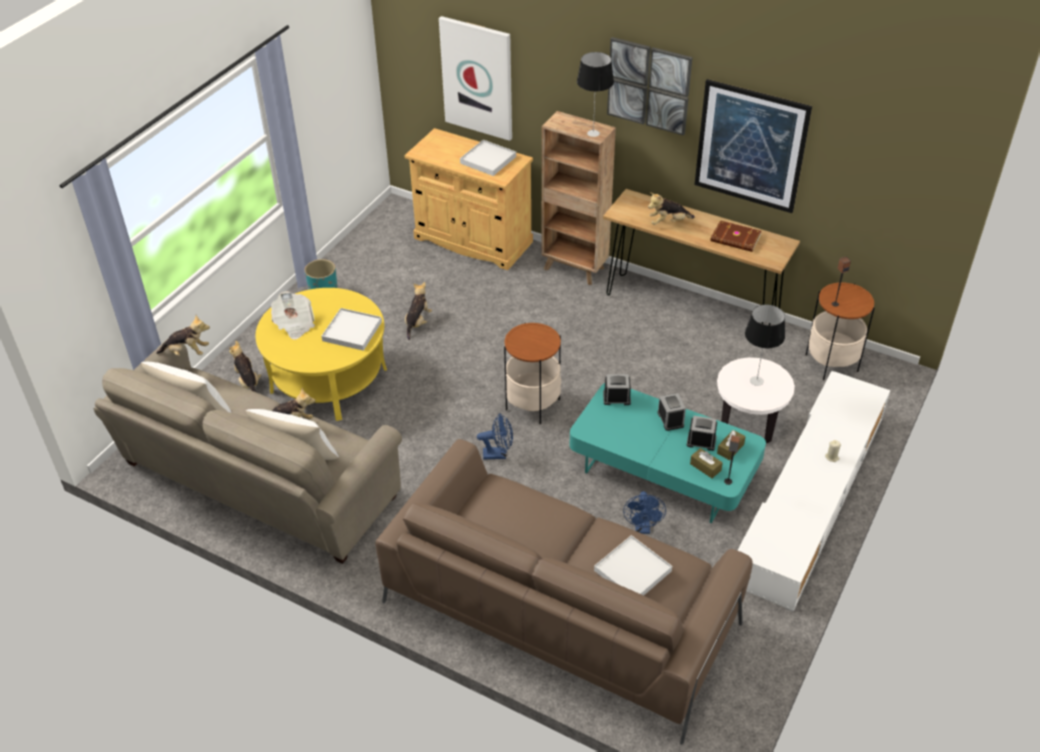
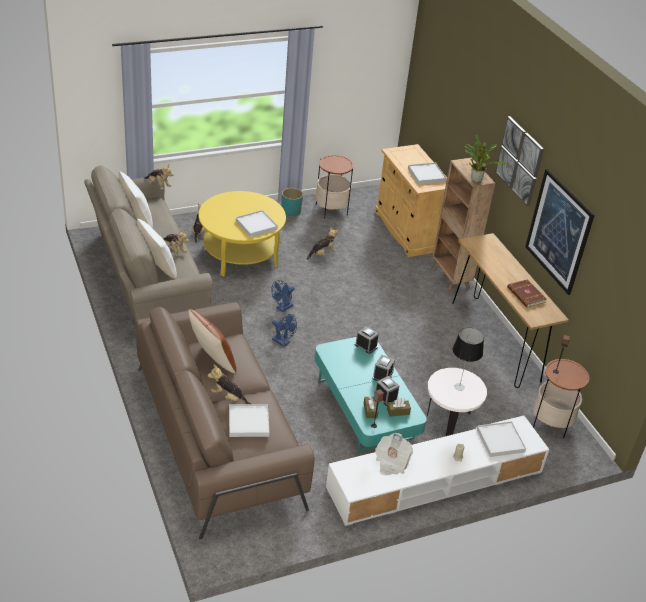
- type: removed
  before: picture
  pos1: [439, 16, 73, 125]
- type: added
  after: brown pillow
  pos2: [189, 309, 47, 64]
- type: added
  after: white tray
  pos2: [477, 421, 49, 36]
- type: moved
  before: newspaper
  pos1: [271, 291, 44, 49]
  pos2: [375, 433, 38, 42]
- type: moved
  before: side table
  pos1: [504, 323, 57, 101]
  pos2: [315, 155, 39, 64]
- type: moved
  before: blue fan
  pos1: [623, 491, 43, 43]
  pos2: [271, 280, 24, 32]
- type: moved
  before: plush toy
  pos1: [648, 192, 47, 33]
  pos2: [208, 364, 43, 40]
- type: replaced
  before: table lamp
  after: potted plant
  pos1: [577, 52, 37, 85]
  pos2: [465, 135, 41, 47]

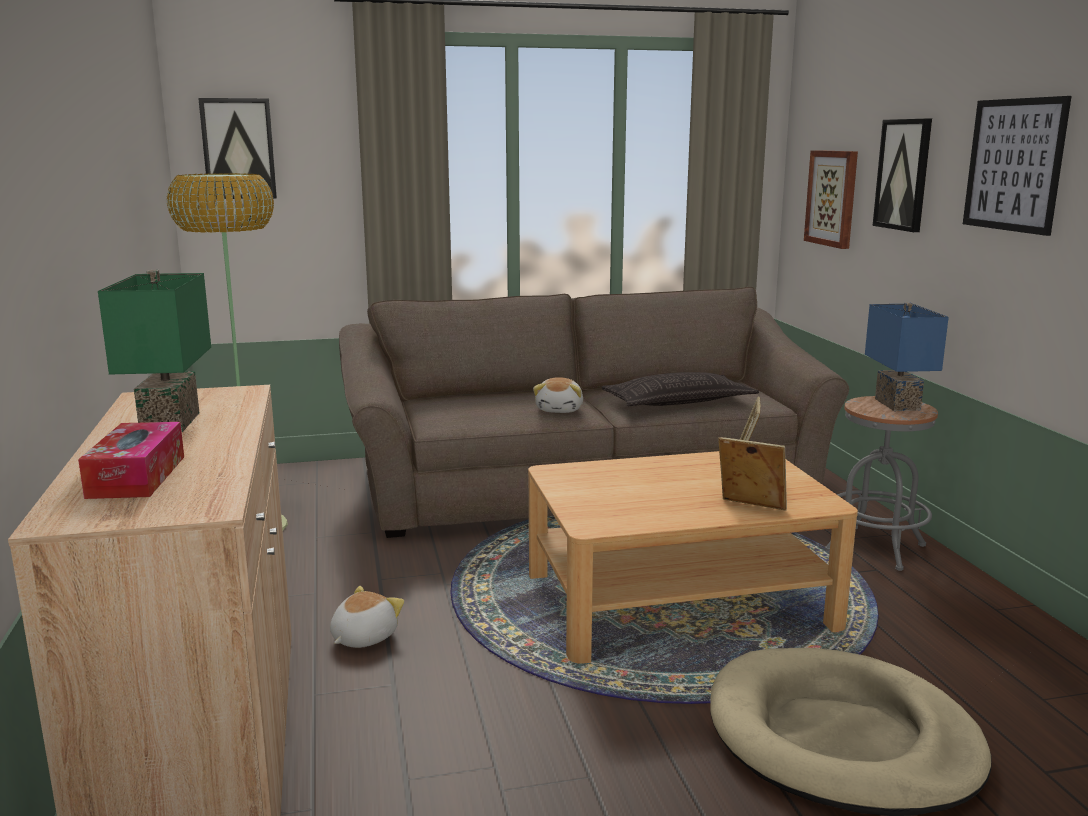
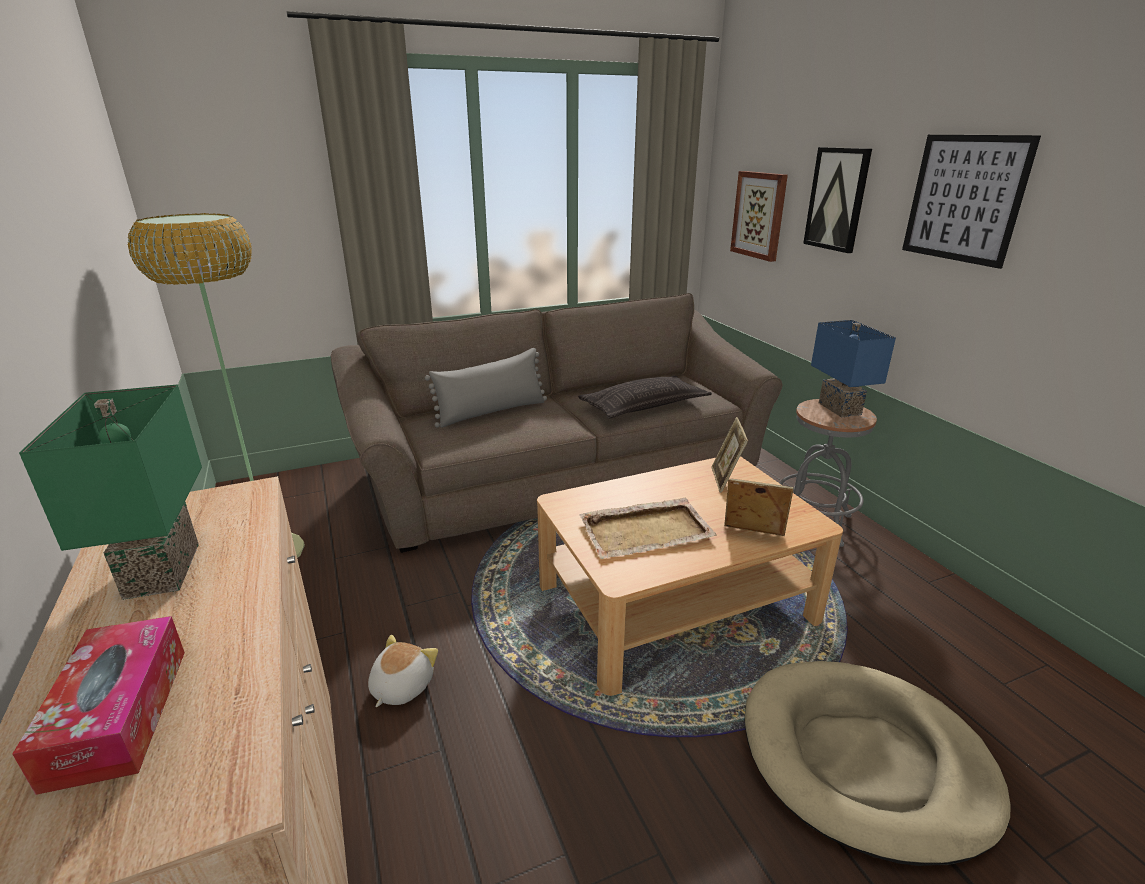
- type: removed
  before: picture
  pos1: [198, 98, 79, 101]
- type: removed
  before: plush toy
  pos1: [533, 377, 50, 36]
- type: added
  after: grey pillow
  pos2: [425, 348, 122, 80]
- type: added
  after: beige tray
  pos2: [579, 498, 138, 61]

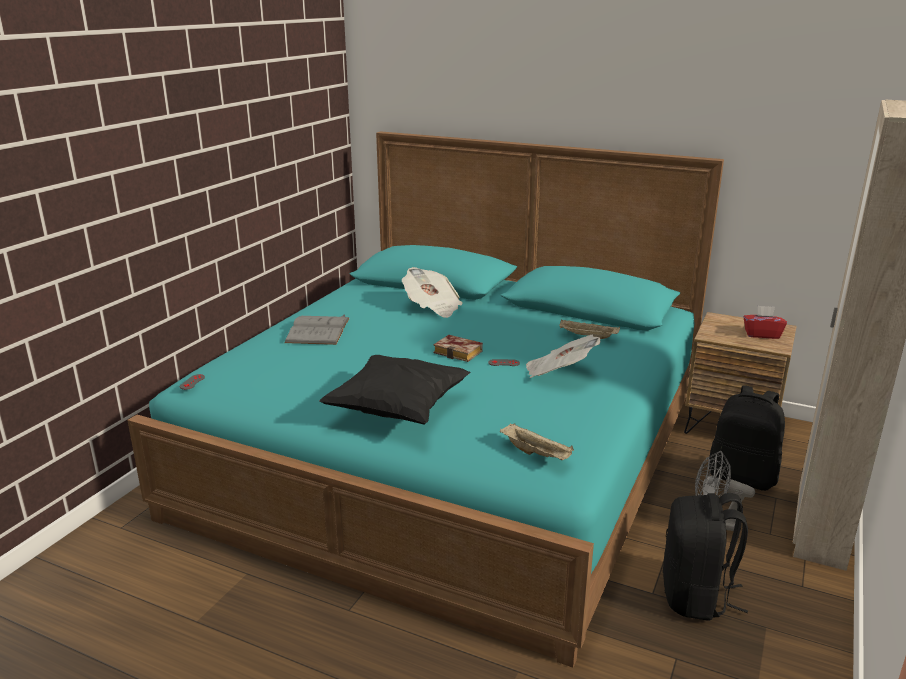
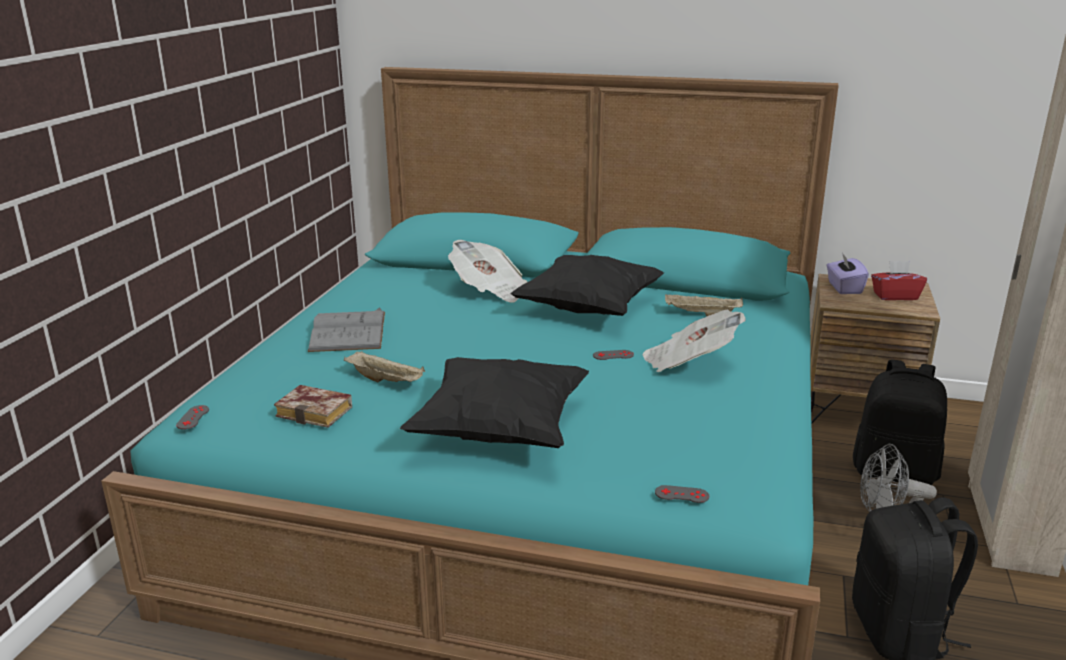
- type: added
  after: black pillow
  pos2: [510, 255, 154, 61]
- type: added
  after: grey game controller
  pos2: [655, 485, 54, 18]
- type: added
  after: purple tissue box
  pos2: [827, 253, 42, 41]
- type: moved
  before: book
  pos1: [433, 335, 50, 27]
  pos2: [274, 385, 78, 43]
- type: moved
  before: beige tray
  pos1: [500, 424, 74, 36]
  pos2: [344, 351, 81, 31]

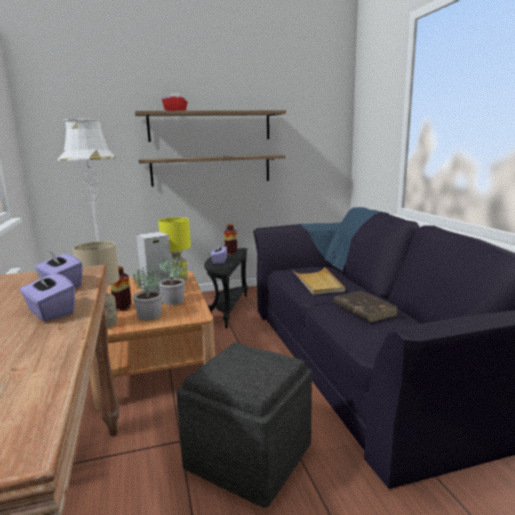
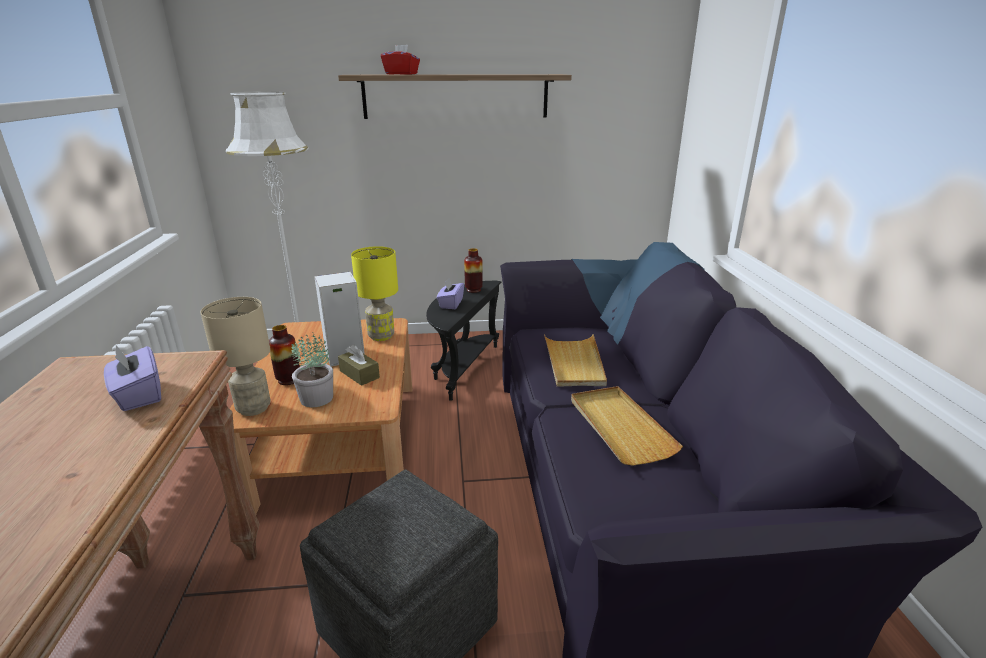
- type: removed
  before: purple tissue box
  pos1: [19, 269, 56, 52]
- type: removed
  before: shelf
  pos1: [139, 155, 147, 32]
- type: replaced
  before: potted plant
  after: brown tissue box
  pos1: [158, 256, 27, 49]
  pos2: [338, 344, 42, 42]
- type: replaced
  before: brown book
  after: beige tray
  pos1: [333, 291, 64, 31]
  pos2: [571, 386, 112, 80]

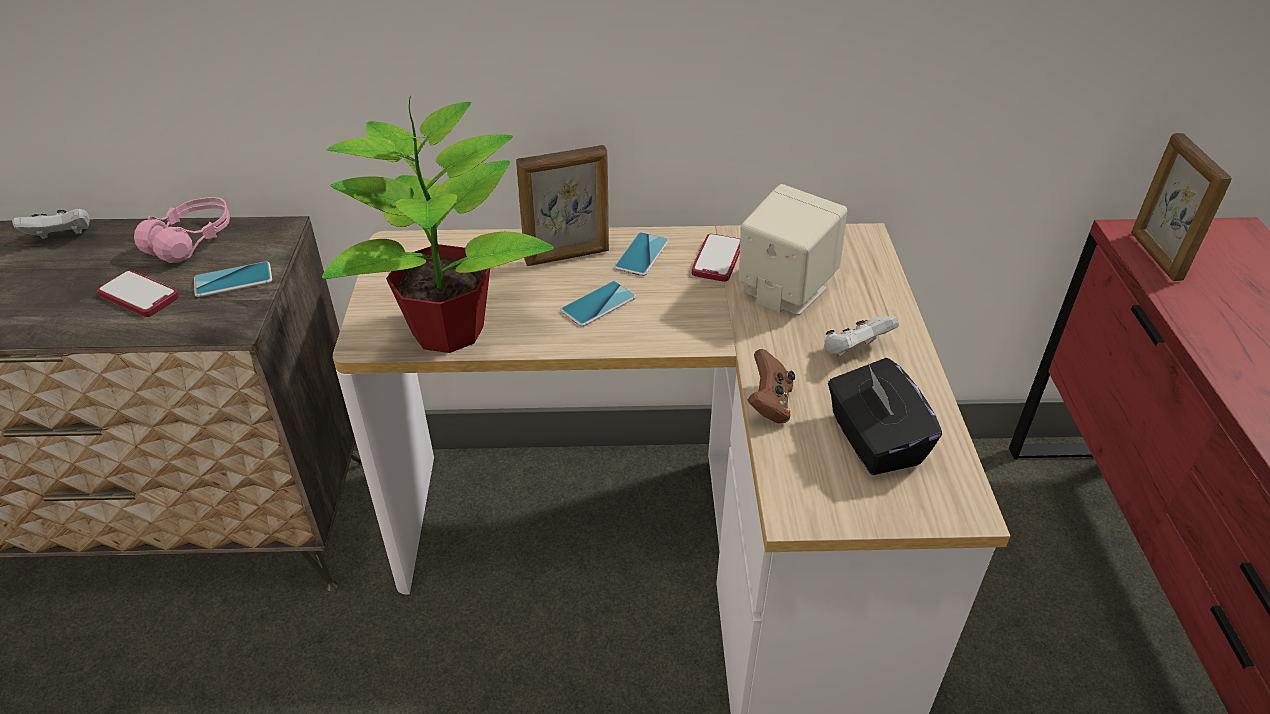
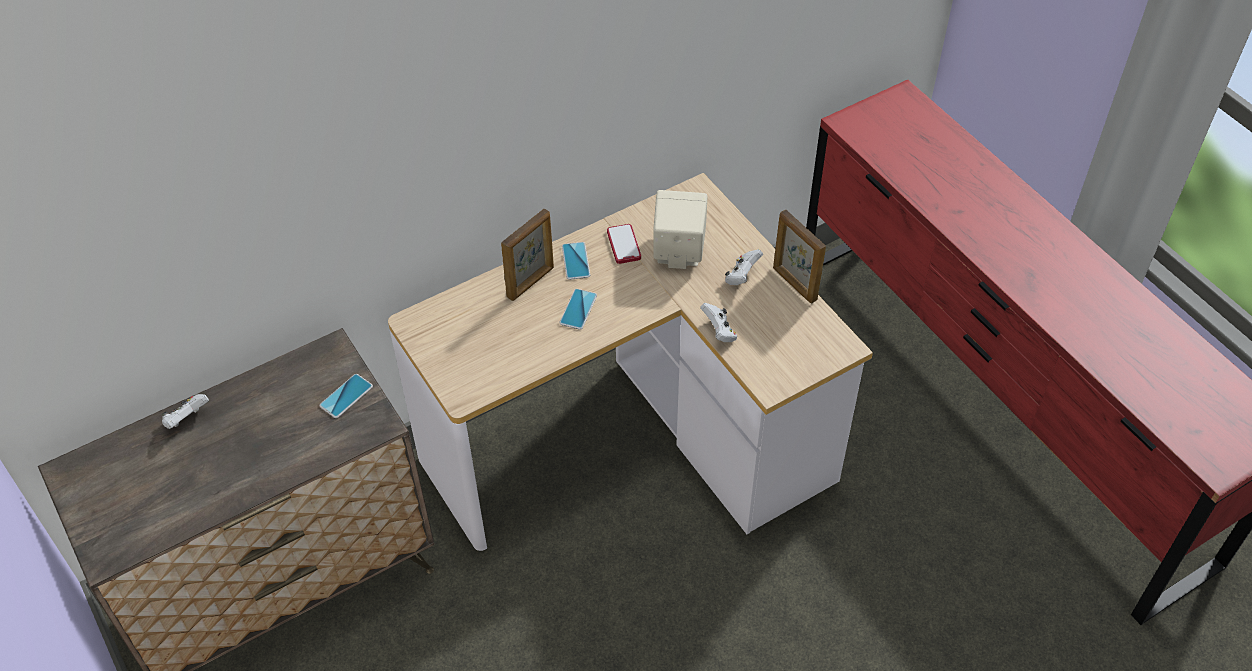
- type: removed
  before: phone
  pos1: [97, 270, 82, 47]
- type: removed
  before: pink headphones
  pos1: [134, 197, 96, 66]
- type: removed
  before: potted plant
  pos1: [322, 95, 232, 258]
- type: removed
  before: black tissue box
  pos1: [828, 358, 114, 117]
- type: moved
  before: picture frame
  pos1: [1131, 133, 101, 148]
  pos2: [773, 209, 53, 95]
- type: recoloured
  before: brown game controller
  after: white game controller
  pos1: [748, 349, 47, 75]
  pos2: [700, 303, 37, 39]

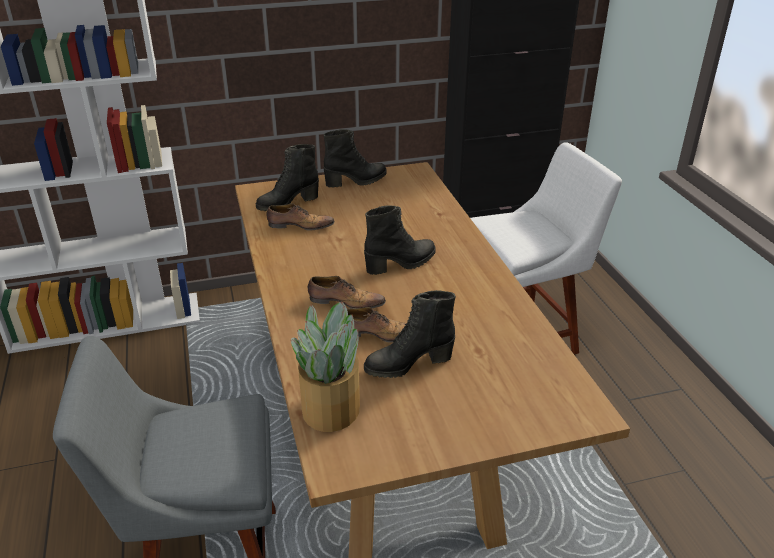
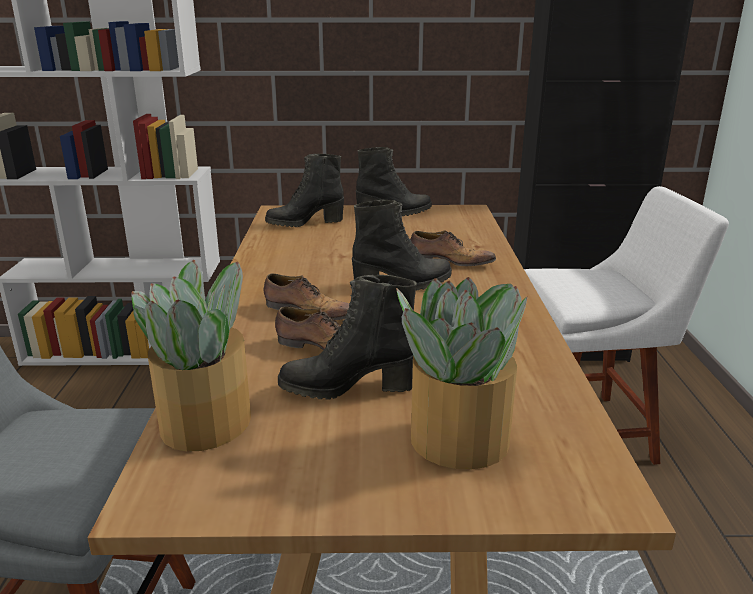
- type: added
  after: potted plant
  pos2: [396, 277, 132, 192]
- type: moved
  before: shoe
  pos1: [266, 203, 68, 27]
  pos2: [410, 230, 86, 36]

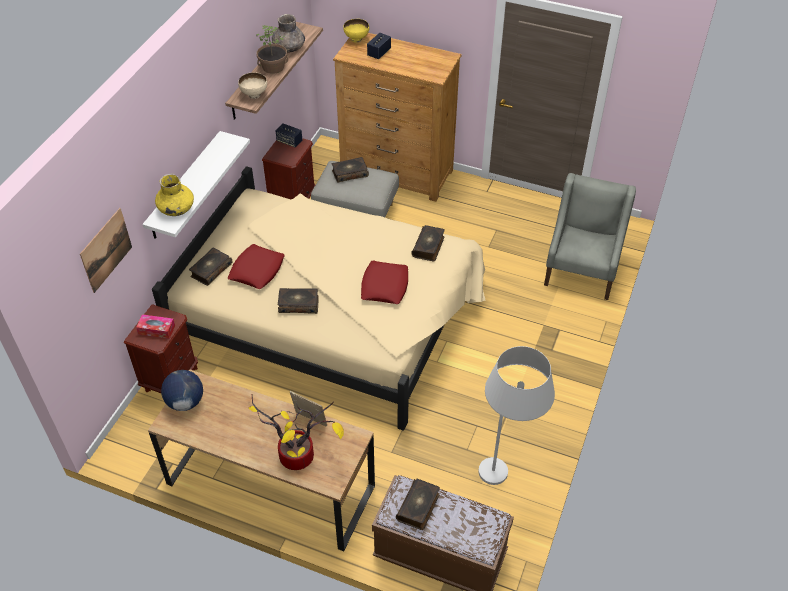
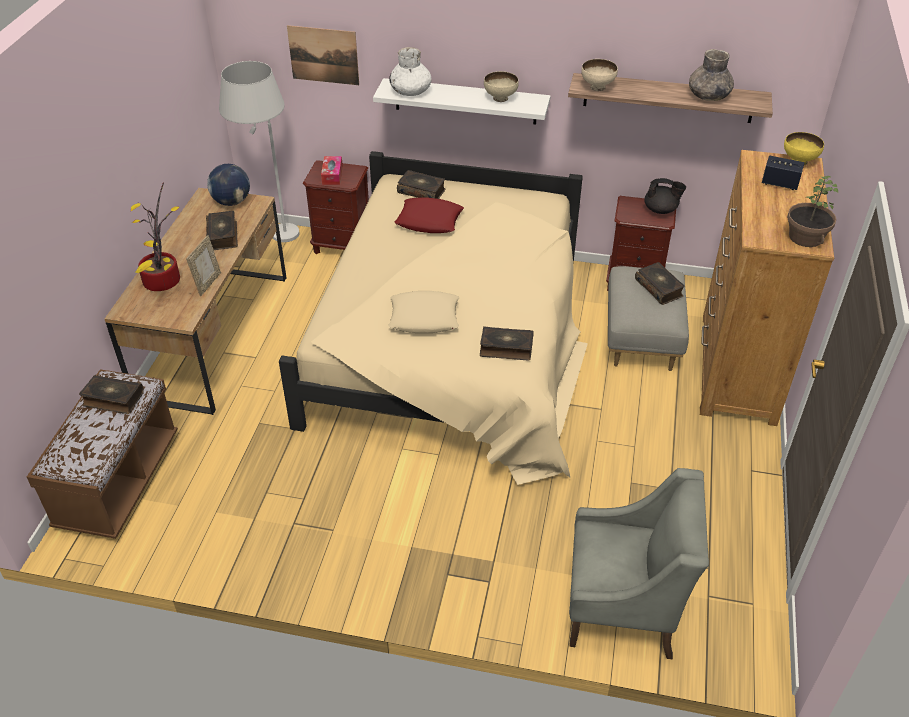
- type: added
  after: beige bowl
  pos2: [484, 71, 35, 31]
- type: moved
  before: potted plant
  pos1: [256, 25, 32, 49]
  pos2: [787, 175, 52, 72]
- type: moved
  before: book
  pos1: [278, 288, 41, 26]
  pos2: [206, 211, 32, 39]
- type: moved
  before: white floor lamp
  pos1: [478, 346, 77, 139]
  pos2: [219, 61, 80, 181]
- type: replaced
  before: speaker
  after: black teapot
  pos1: [275, 123, 27, 25]
  pos2: [644, 178, 42, 36]
- type: recoloured
  before: yellow vase
  after: white vase
  pos1: [155, 173, 39, 43]
  pos2: [389, 47, 43, 49]
- type: recoloured
  before: red pillow
  after: beige pillow
  pos1: [361, 260, 47, 44]
  pos2: [389, 291, 70, 42]

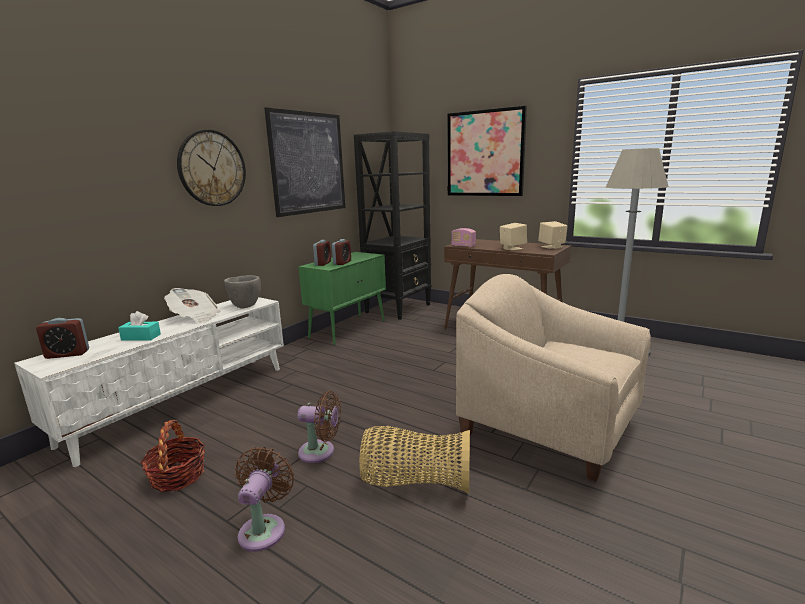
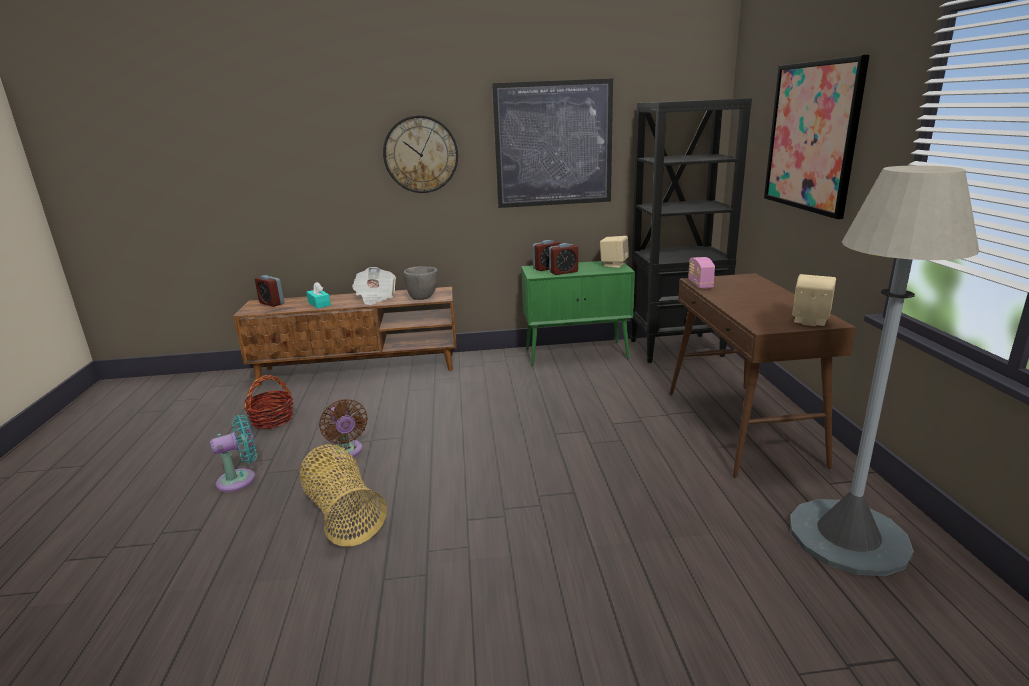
- type: removed
  before: beige armchair
  pos1: [456, 274, 195, 208]
- type: moved
  before: beige speaker
  pos1: [500, 223, 27, 27]
  pos2: [600, 236, 29, 32]
- type: recoloured
  before: white tv stand
  after: brown tv stand
  pos1: [14, 297, 270, 170]
  pos2: [233, 287, 224, 99]
- type: recoloured
  before: brown fan
  after: turquoise fan
  pos1: [235, 447, 59, 105]
  pos2: [210, 415, 47, 77]

